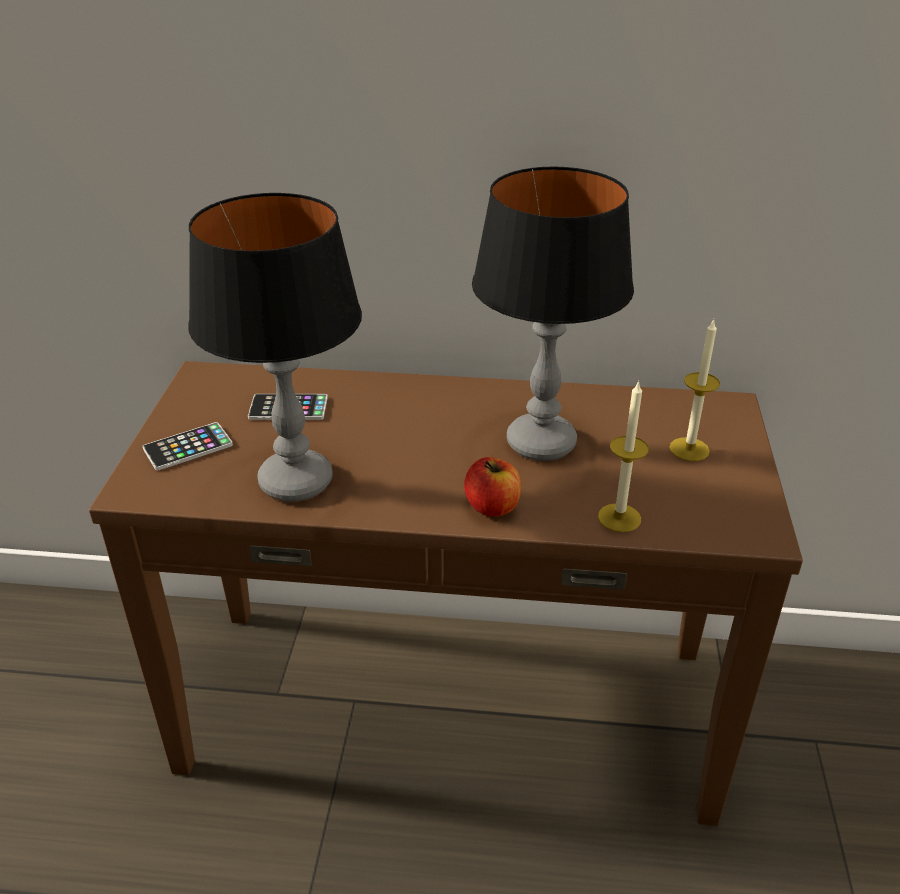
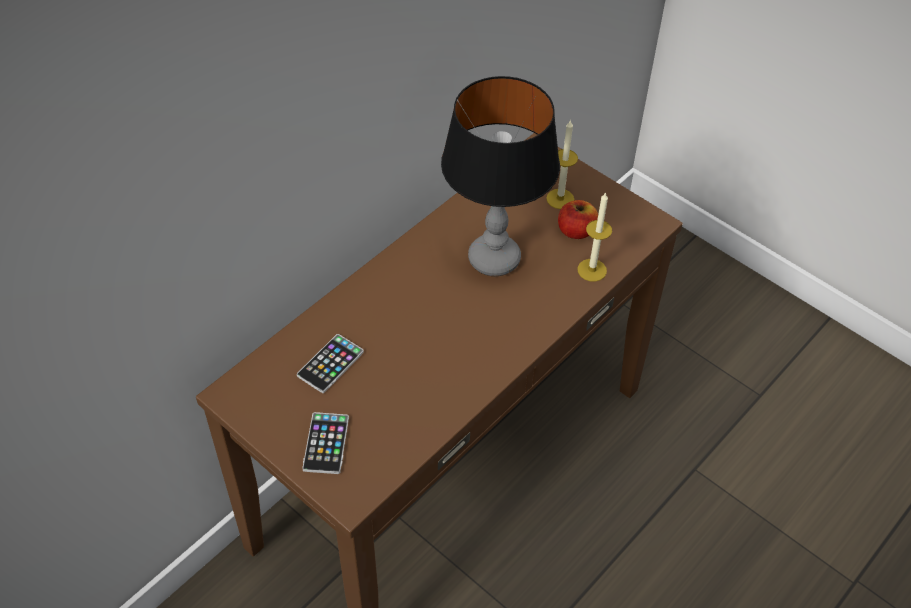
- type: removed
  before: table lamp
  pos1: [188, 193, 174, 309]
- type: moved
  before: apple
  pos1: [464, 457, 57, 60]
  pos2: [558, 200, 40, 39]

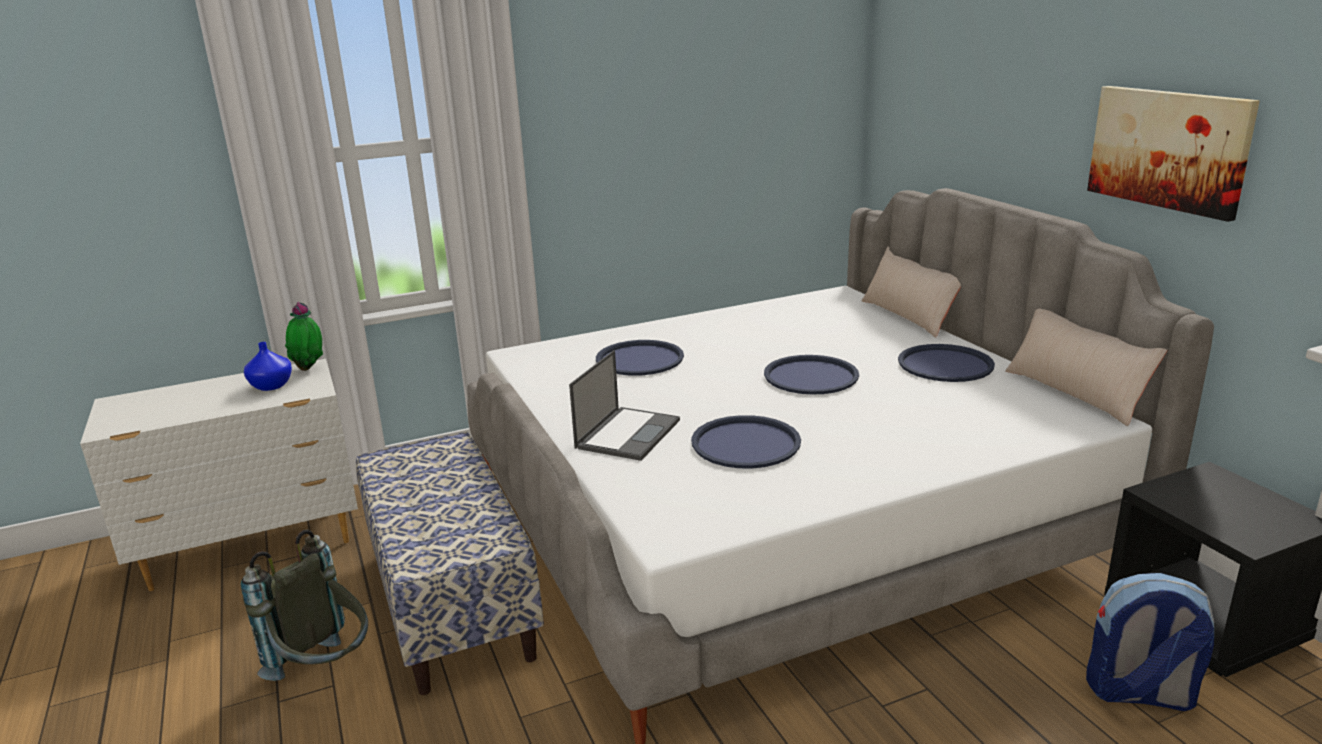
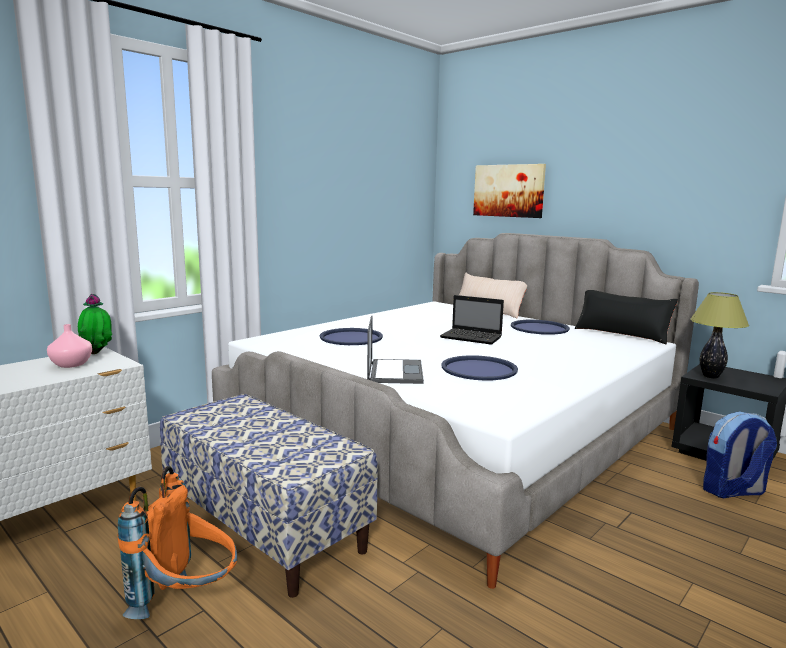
- type: added
  after: table lamp
  pos2: [690, 292, 59, 86]
- type: moved
  before: picture
  pos1: [1087, 86, 173, 136]
  pos2: [473, 164, 73, 54]
- type: replaced
  before: blue tray
  after: laptop
  pos1: [764, 355, 95, 40]
  pos2: [440, 295, 64, 50]
- type: recoloured
  before: grey backpack
  after: orange backpack
  pos1: [241, 529, 127, 152]
  pos2: [118, 466, 119, 153]
- type: recoloured
  before: blue vase
  after: pink vase
  pos1: [244, 342, 48, 49]
  pos2: [47, 324, 45, 44]
- type: recoloured
  before: beige pillow
  after: black pillow
  pos1: [1005, 309, 162, 117]
  pos2: [574, 290, 104, 54]

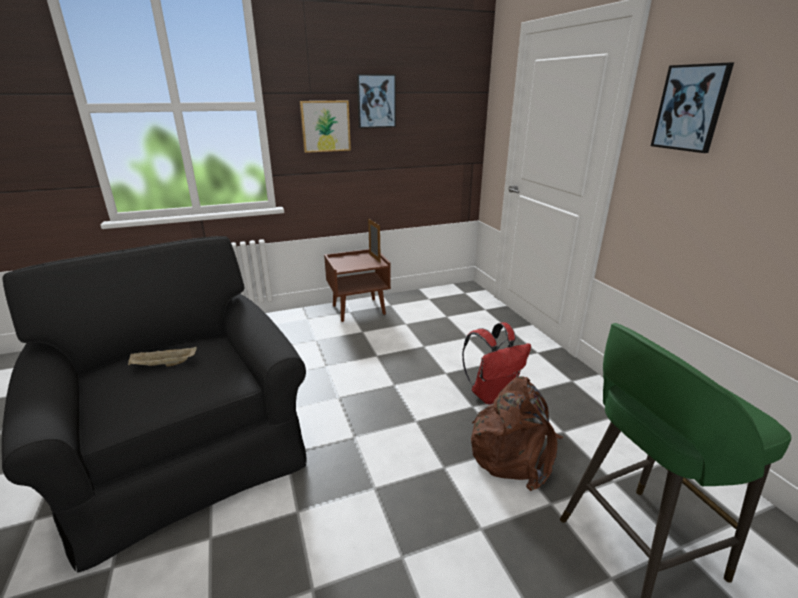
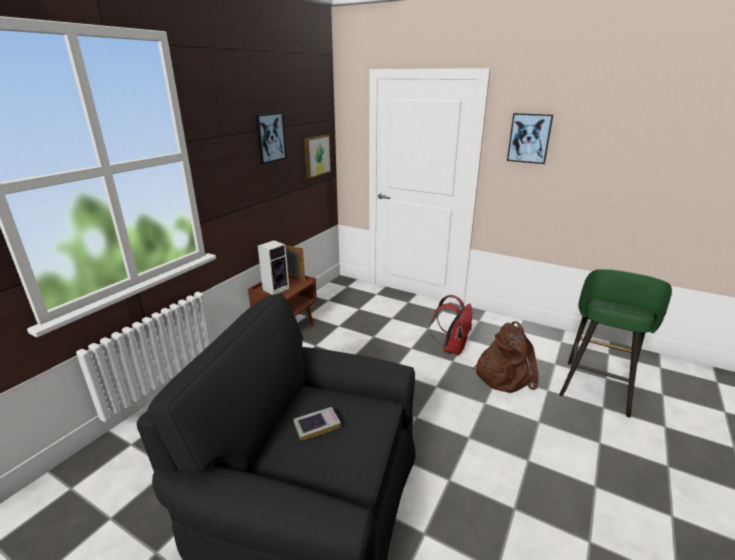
- type: added
  after: speaker
  pos2: [258, 240, 31, 55]
- type: moved
  before: picture
  pos1: [300, 101, 51, 52]
  pos2: [304, 135, 27, 43]
- type: replaced
  before: beige tray
  after: book
  pos1: [128, 347, 69, 20]
  pos2: [293, 407, 48, 34]

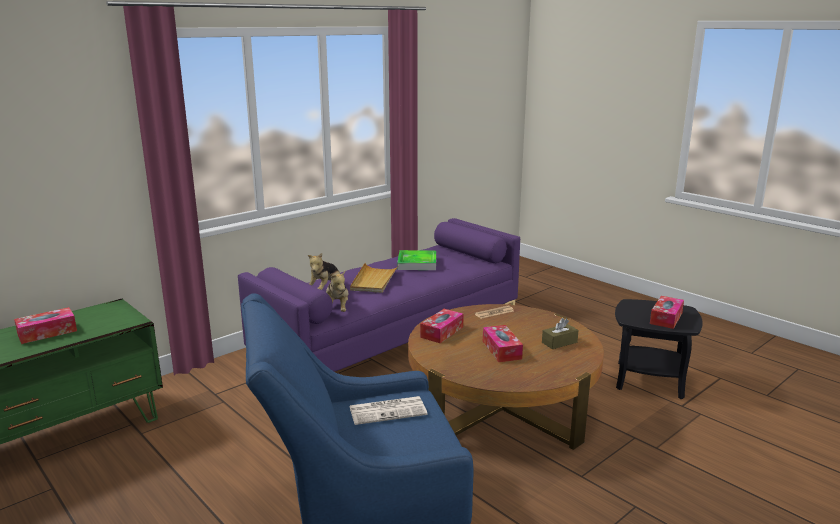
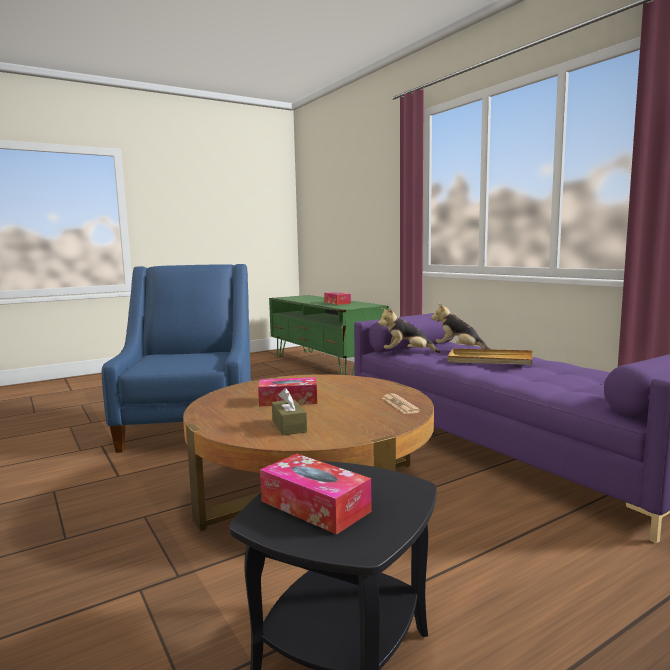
- type: removed
  before: newspaper
  pos1: [349, 396, 79, 29]
- type: removed
  before: tray
  pos1: [397, 250, 39, 20]
- type: removed
  before: tissue box
  pos1: [420, 309, 44, 34]

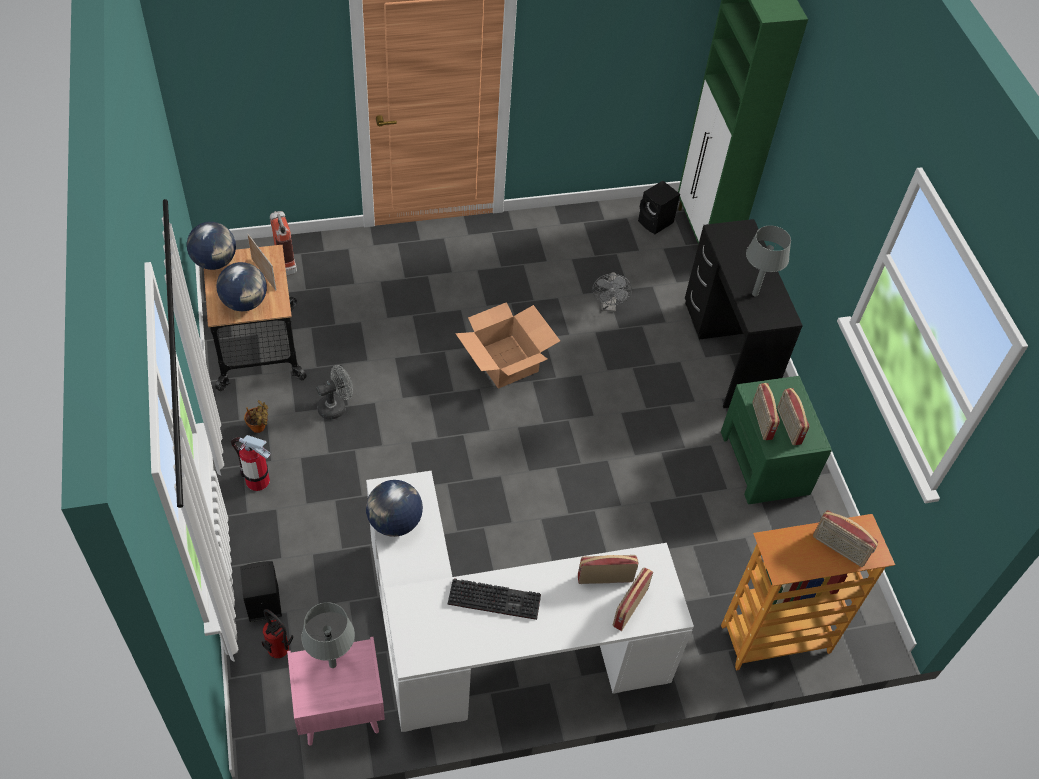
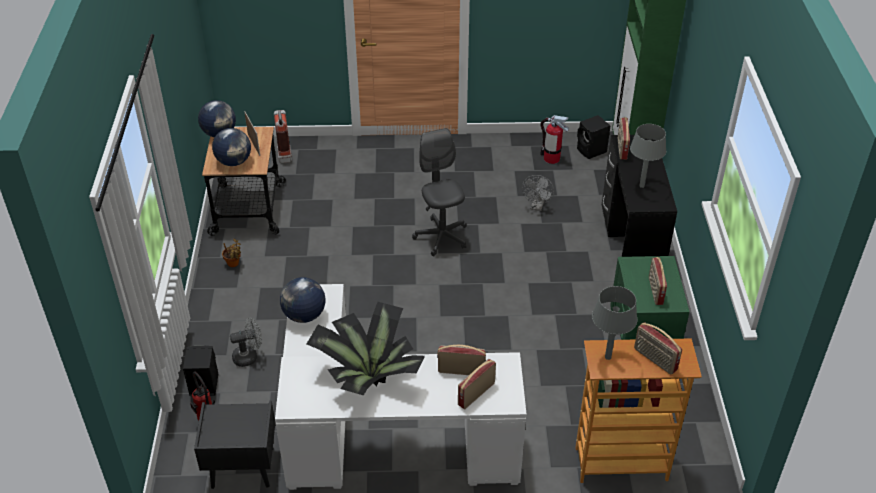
- type: moved
  before: fire extinguisher
  pos1: [231, 435, 39, 56]
  pos2: [540, 115, 29, 49]
- type: moved
  before: grey table lamp
  pos1: [301, 602, 54, 66]
  pos2: [592, 286, 45, 74]
- type: moved
  before: grey fan
  pos1: [316, 365, 37, 55]
  pos2: [230, 318, 32, 49]
- type: moved
  before: radio
  pos1: [753, 383, 27, 57]
  pos2: [618, 117, 12, 43]
- type: replaced
  before: keyboard
  after: potted plant
  pos1: [448, 578, 93, 42]
  pos2: [307, 302, 118, 93]
- type: replaced
  before: cardboard box
  after: grey office chair
  pos1: [455, 302, 105, 86]
  pos2: [412, 128, 55, 129]
- type: recoloured
  before: pink nightstand
  after: black nightstand
  pos1: [287, 637, 98, 109]
  pos2: [194, 401, 81, 88]

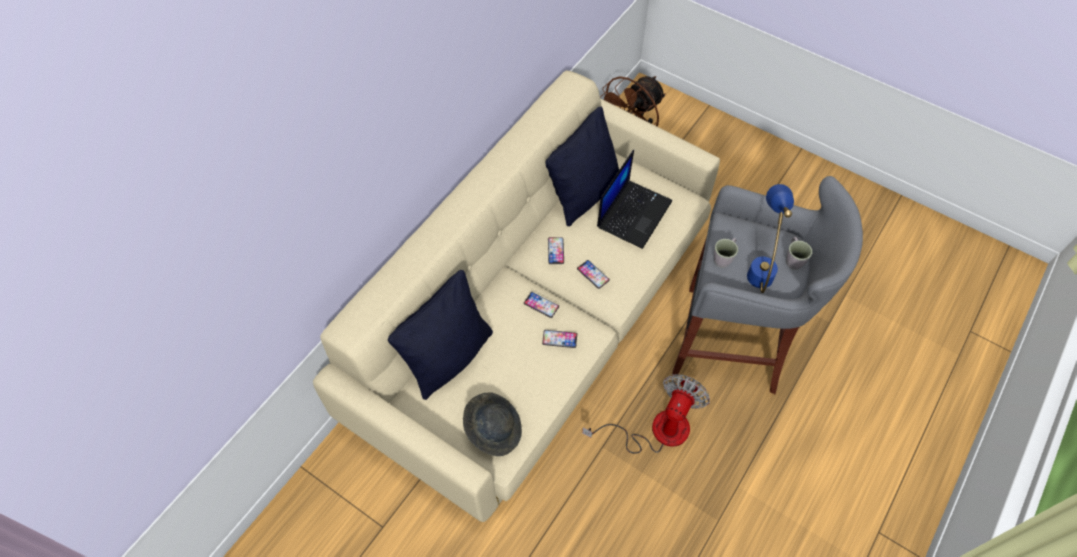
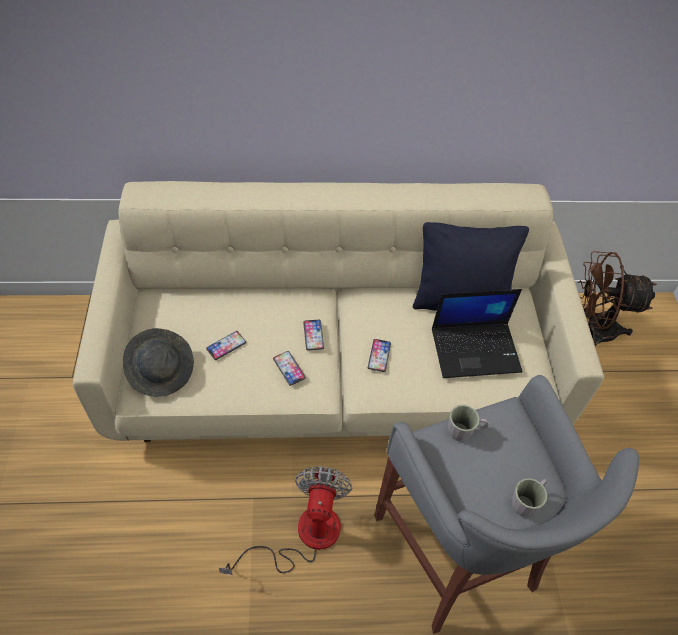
- type: removed
  before: black pillow
  pos1: [388, 270, 105, 130]
- type: removed
  before: blue table lamp
  pos1: [747, 184, 47, 109]
- type: moved
  before: phone
  pos1: [548, 237, 16, 27]
  pos2: [206, 331, 40, 29]
- type: turned
  before: fan
  pos1: [582, 374, 128, 80]
  pos2: [219, 467, 134, 108]
  turn: -75

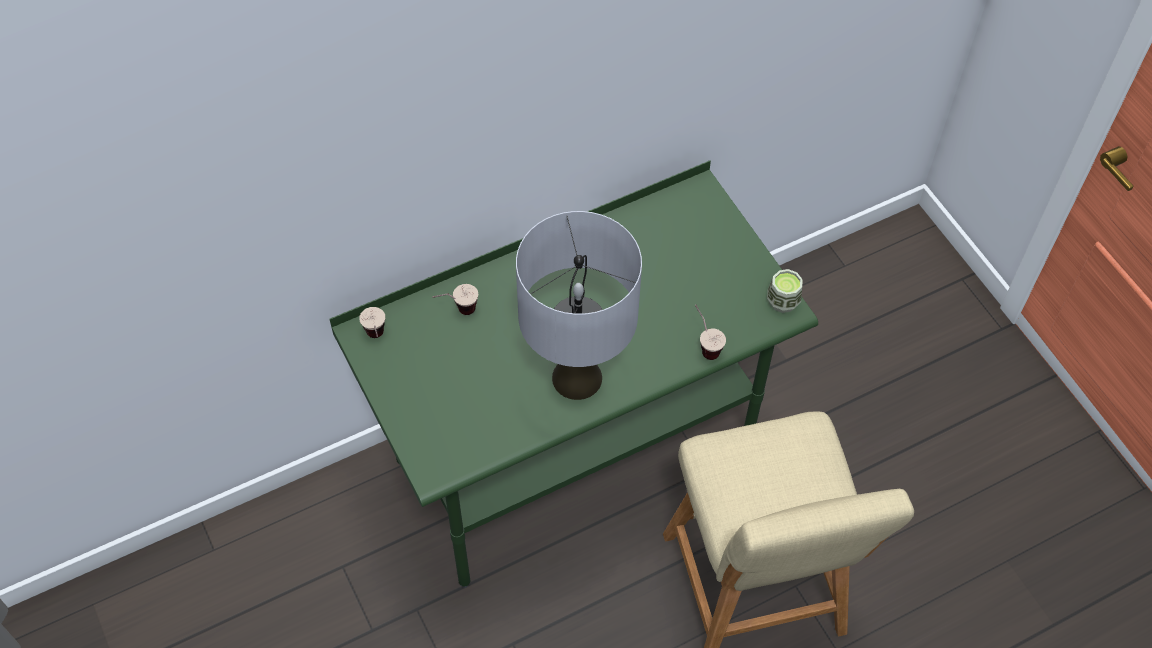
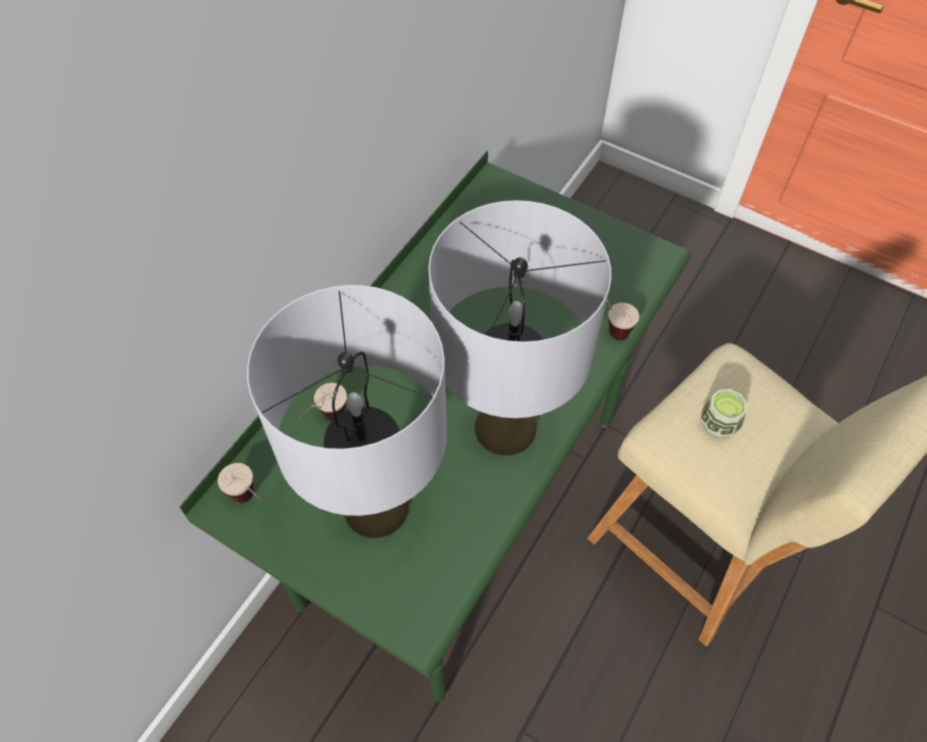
- type: added
  after: grey table lamp
  pos2: [247, 285, 200, 253]
- type: moved
  before: cup
  pos1: [767, 269, 36, 44]
  pos2: [701, 389, 46, 50]

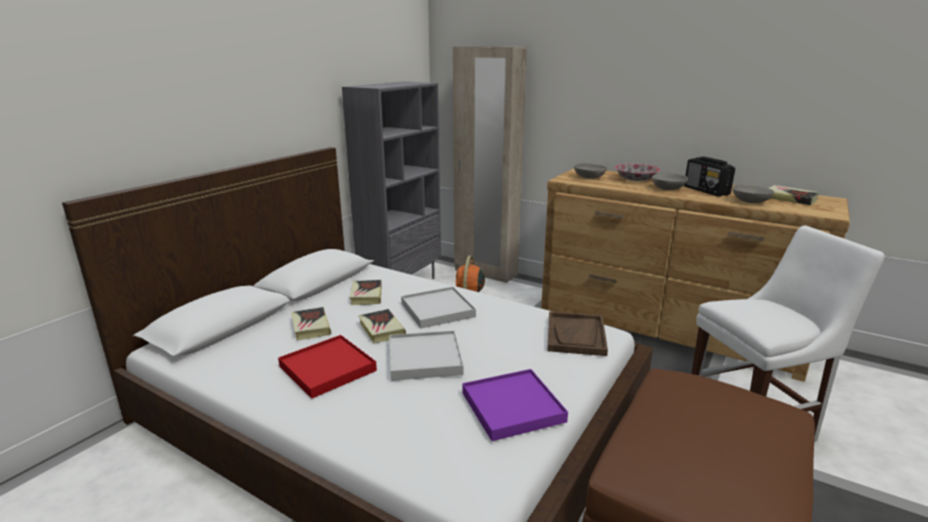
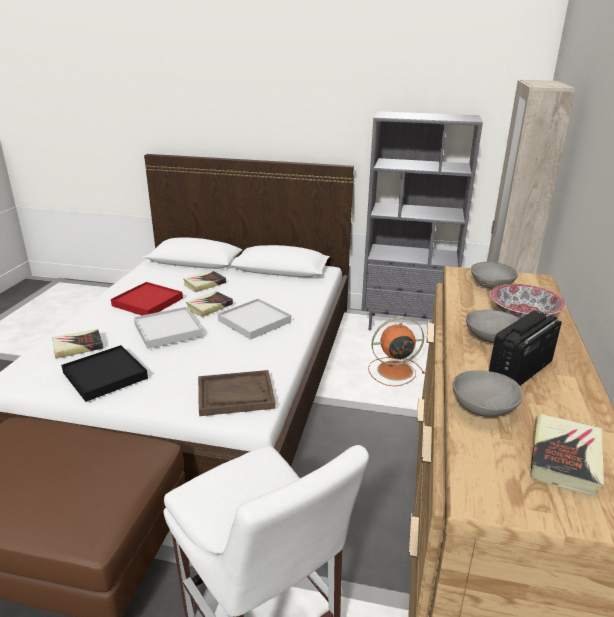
- type: moved
  before: book
  pos1: [349, 280, 33, 25]
  pos2: [52, 329, 52, 30]
- type: recoloured
  before: purple tray
  after: black tray
  pos1: [462, 369, 106, 72]
  pos2: [61, 345, 87, 57]

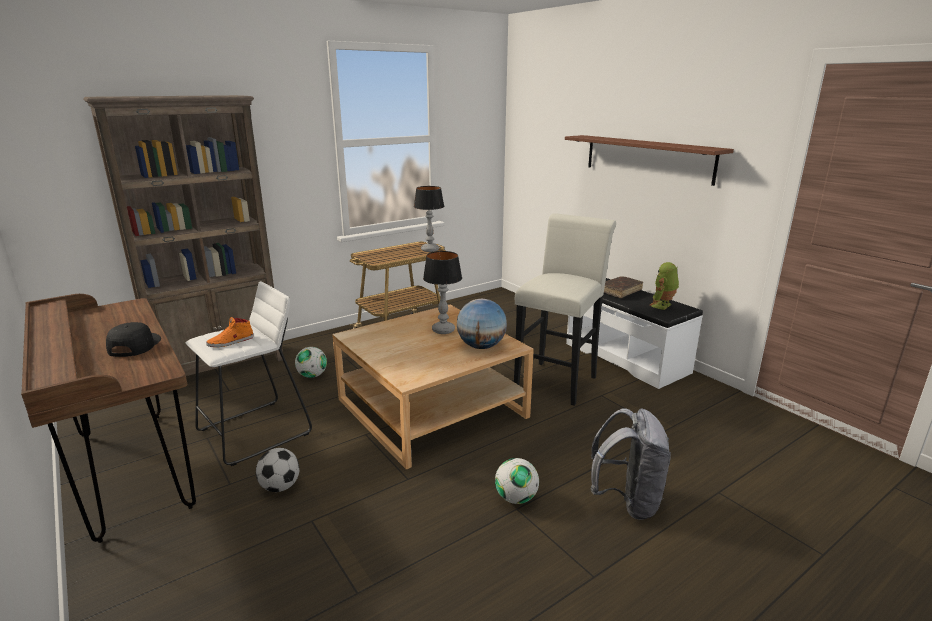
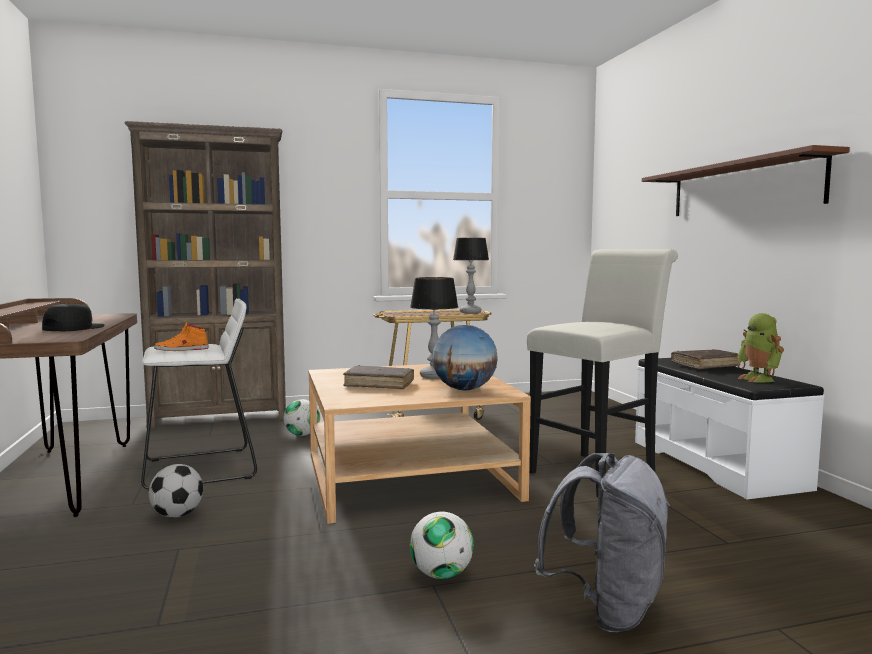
- type: added
  after: brown book
  pos2: [343, 365, 71, 24]
- type: turned
  before: toy robot
  pos1: [650, 262, 29, 48]
  pos2: [737, 313, 47, 69]
  turn: -75

